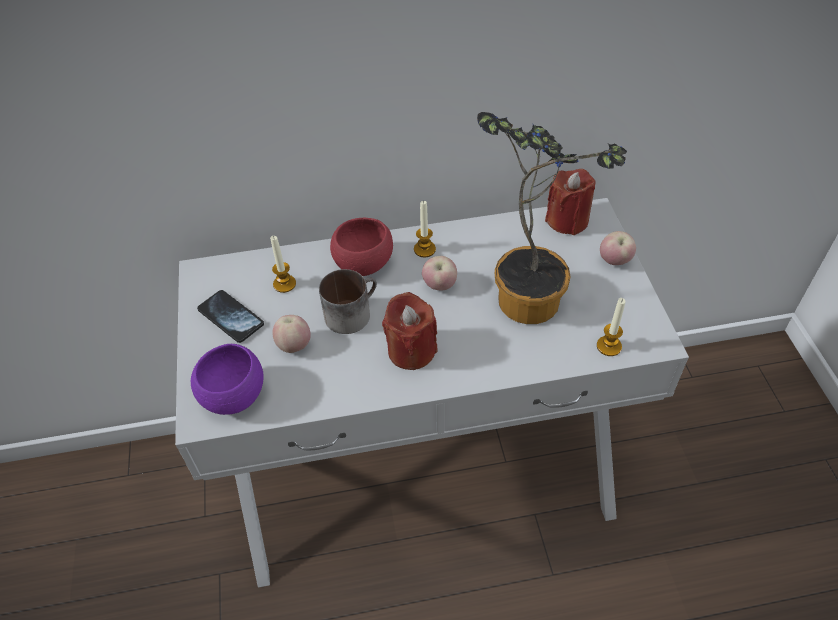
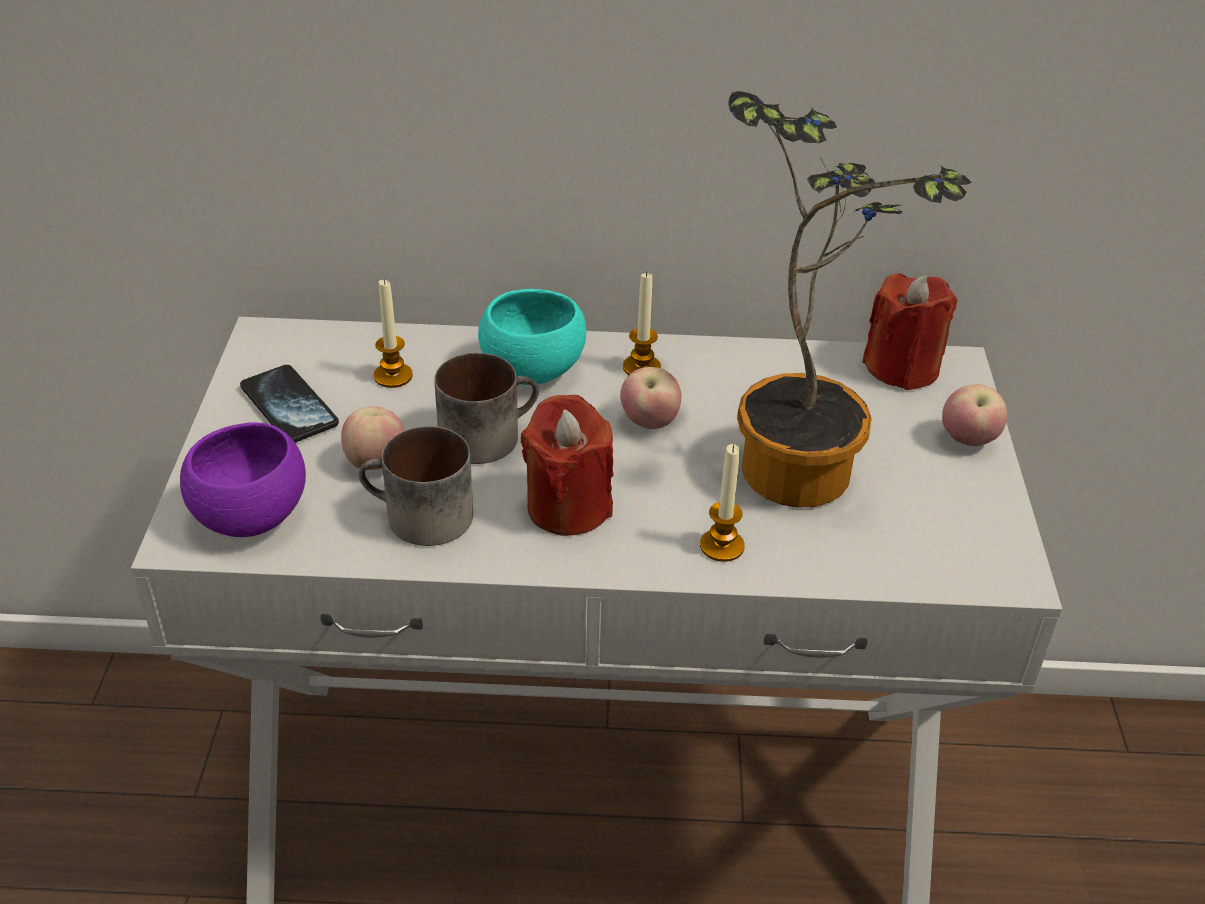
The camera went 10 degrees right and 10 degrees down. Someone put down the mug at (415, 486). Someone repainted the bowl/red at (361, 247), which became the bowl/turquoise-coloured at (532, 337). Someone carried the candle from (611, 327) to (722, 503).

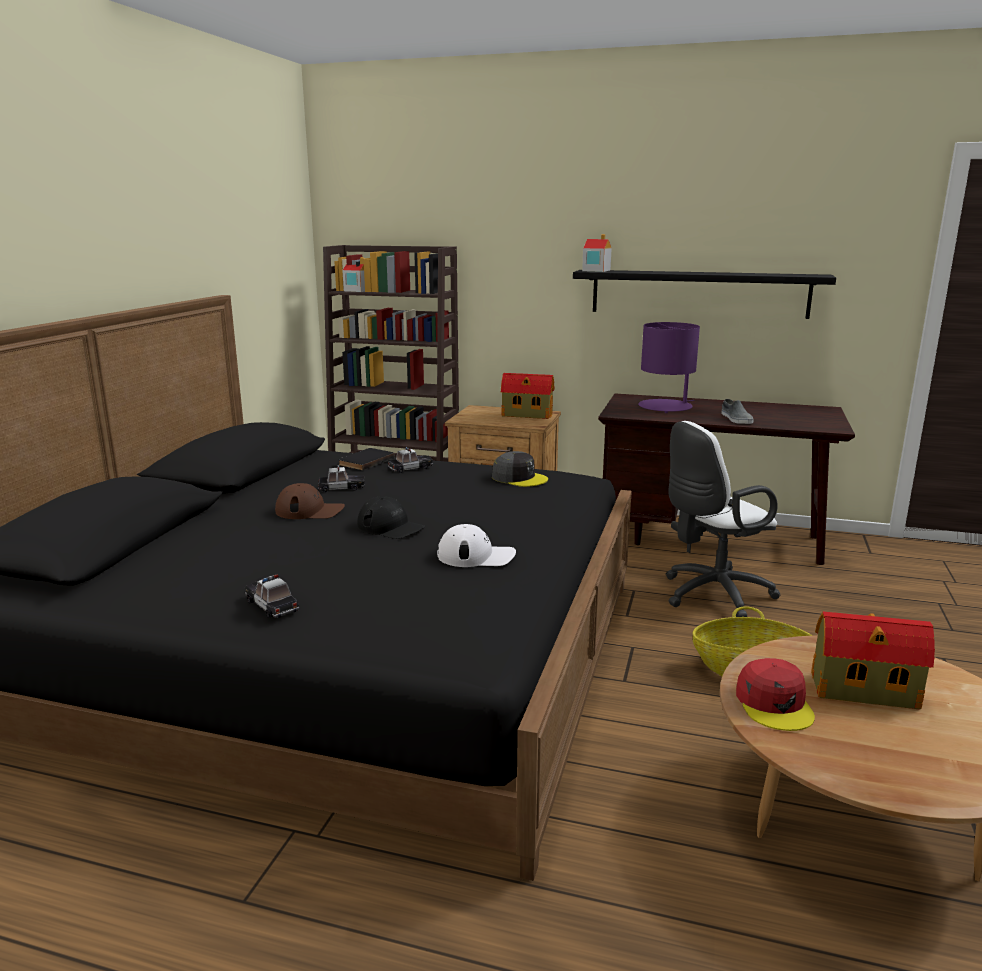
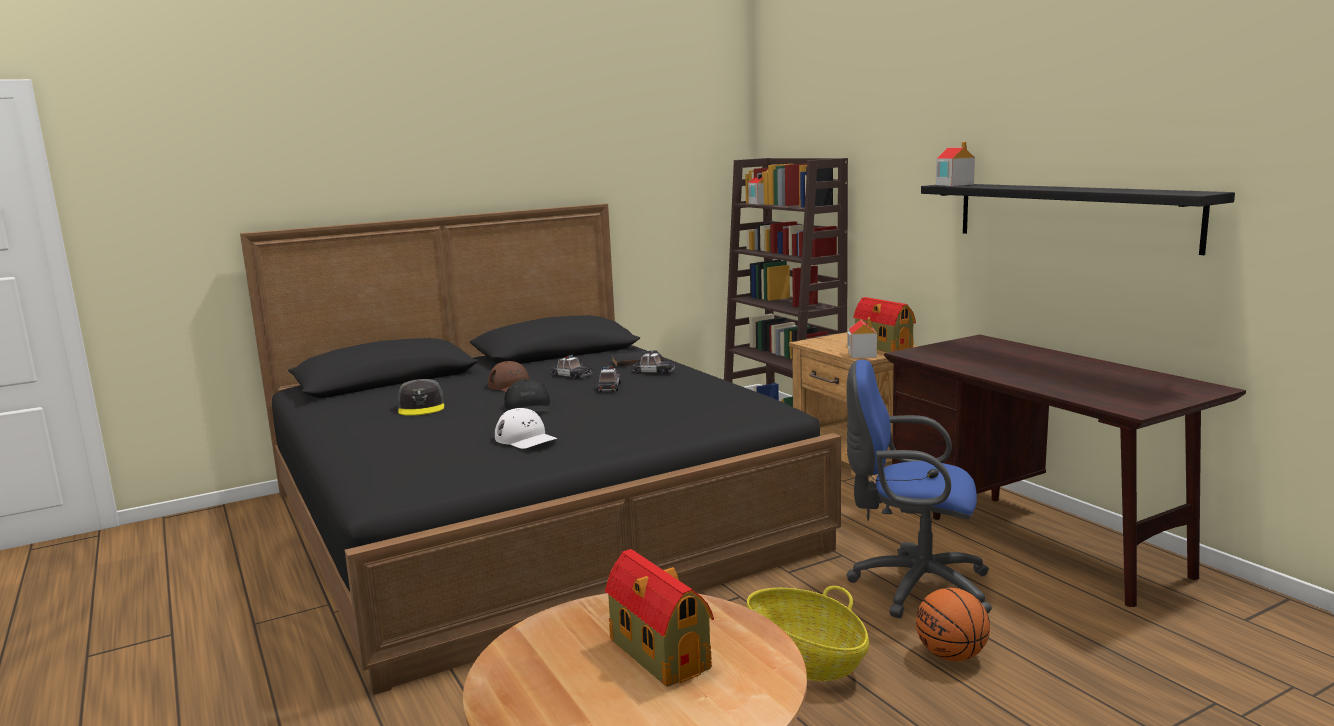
The camera went 45 degrees right and 5 degrees down. Someone carried the cap/gray from (520, 469) to (421, 397). Someone carried the toy car from (272, 596) to (609, 379). Someone put down the miniature house at (862, 337). Someone repainted the office chair/whitish at (723, 519), which became the office chair/bluish at (919, 489). Someone put down the basketball ball at (953, 624). Someone took away the tabletop lamp/purple at (669, 367). Someone took away the item of footwear/gray at (737, 411). Someone took away the cap/red at (775, 694).

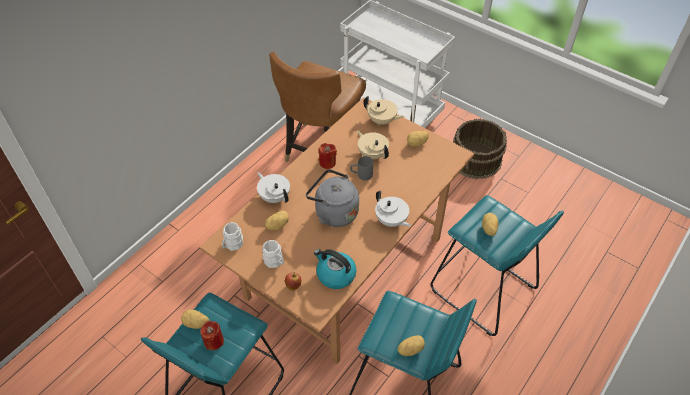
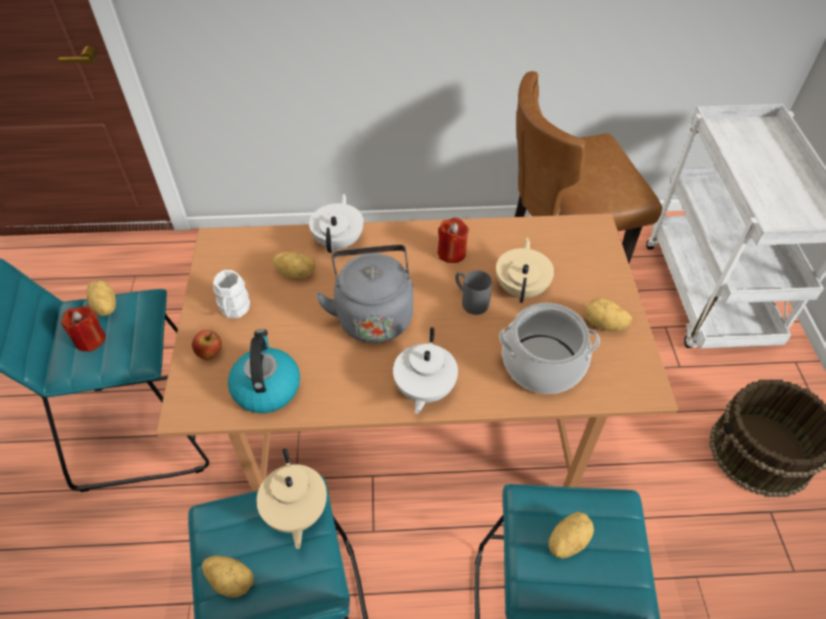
The camera went 50 degrees right and 0 degrees up. Someone carried the pot for tea/beige-coloured from (383, 111) to (292, 498). Someone put down the stockpot at (549, 348). Someone took away the mug/whitish at (232, 236).

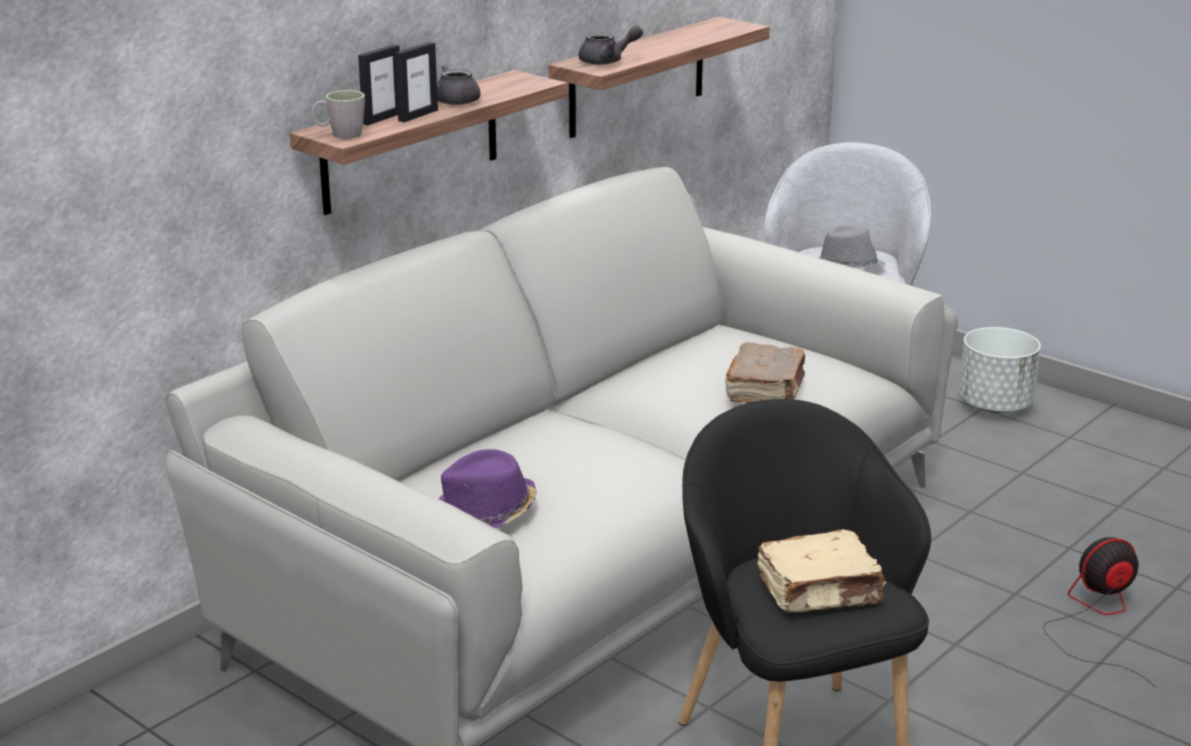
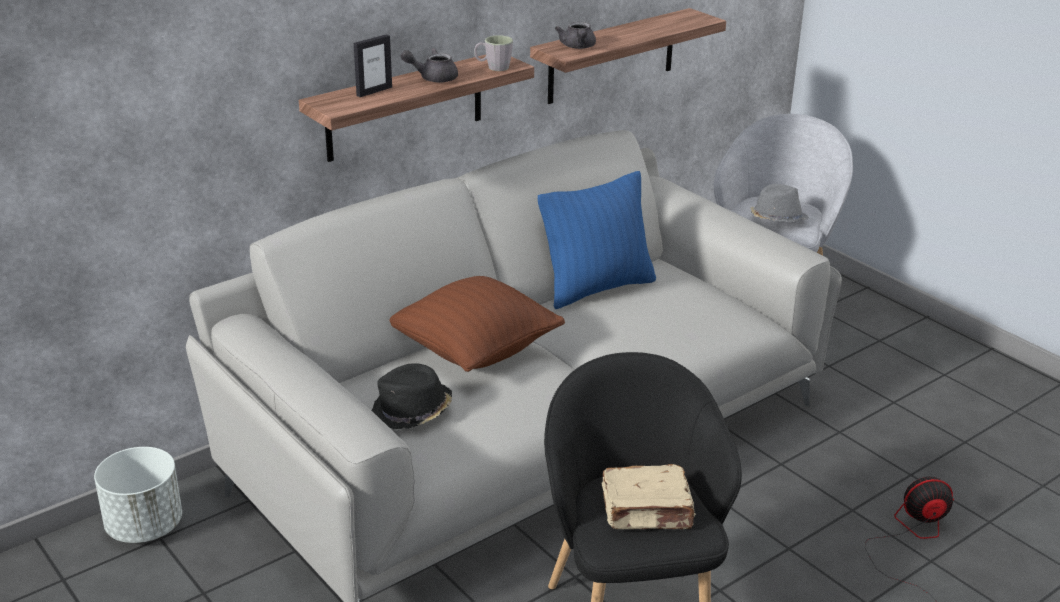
The camera went 10 degrees right and 5 degrees up. Someone carried the plant pot/whitish from (999, 370) to (138, 495). Someone repainted the wearable hat/purple at (488, 488), which became the wearable hat/black at (411, 396). Someone put down the throw pillow/brown-coloured at (477, 324). Someone carried the mug/gray from (338, 114) to (493, 53). Someone put down the throw pillow/bluish at (597, 240). Someone rotated the pot for tea/gray at (611, 45) by 90 degrees clockwise. Someone took away the picture frame at (416, 82). Someone took away the book/brown-coloured at (765, 372).

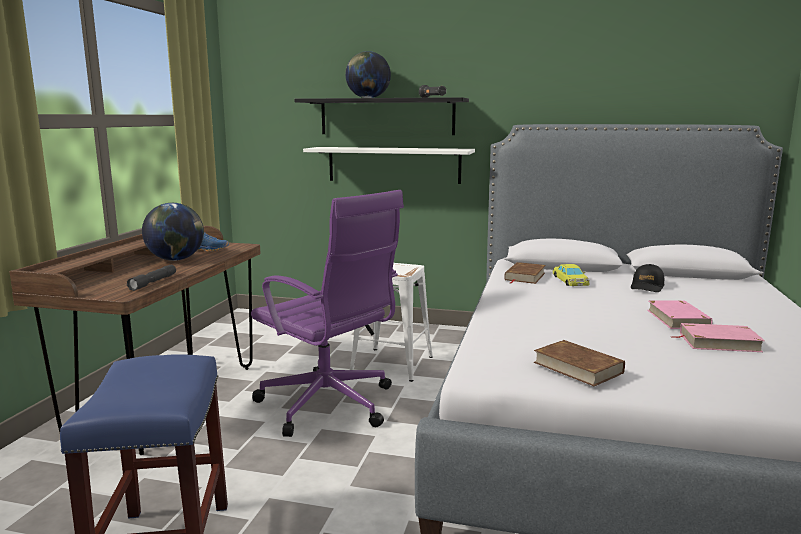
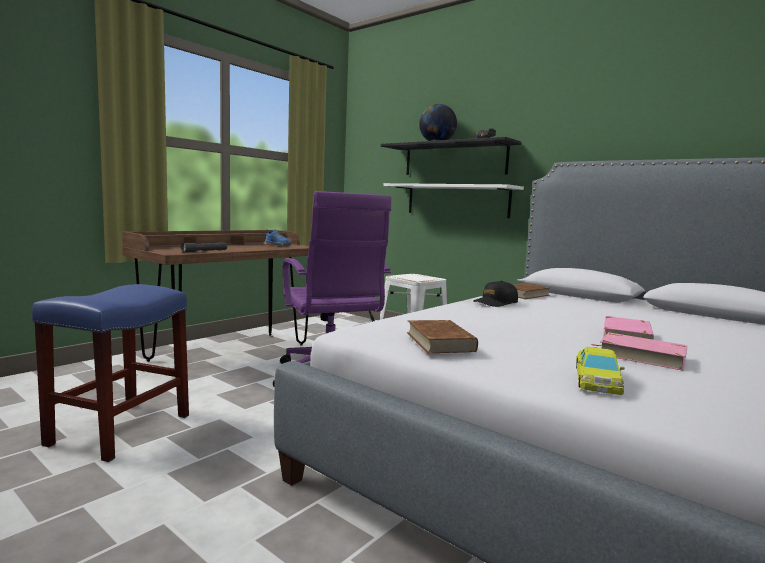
The camera went 25 degrees right and 5 degrees down. Someone carried the cap/black from (647, 278) to (495, 294). Someone carried the toy car/yellow from (571, 275) to (600, 371). Someone took away the world globe at (173, 232).

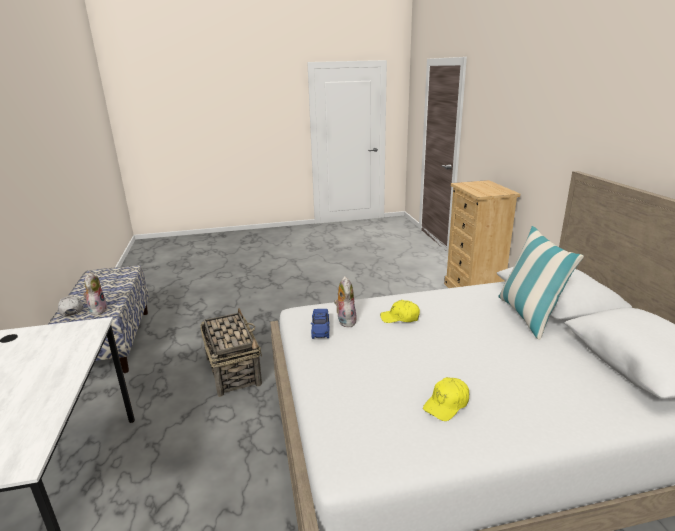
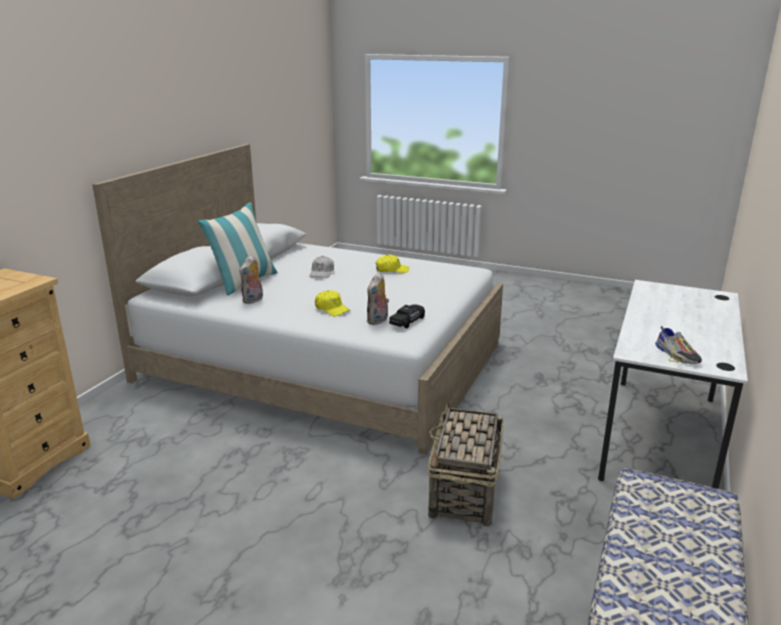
The camera went 145 degrees left and 0 degrees up. Someone carried the plush toy from (95, 294) to (251, 279). Someone carried the cap/whitish from (71, 306) to (322, 267). Someone repainted the toy car/bluish at (320, 324), which became the toy car/black at (407, 316). Someone put down the item of footwear at (678, 345).

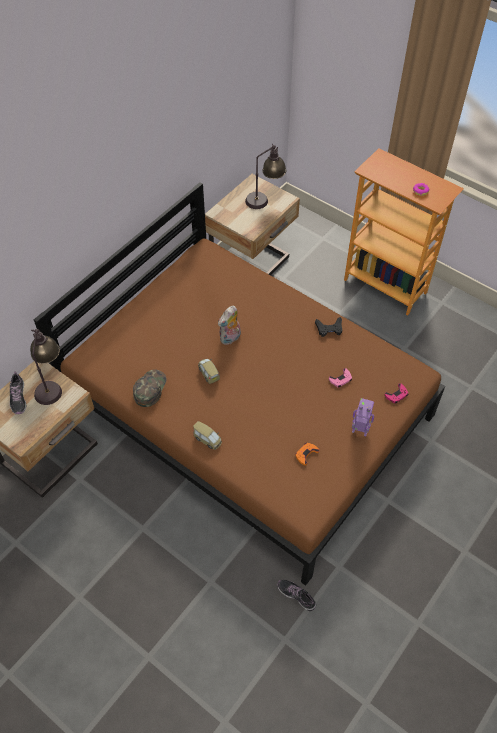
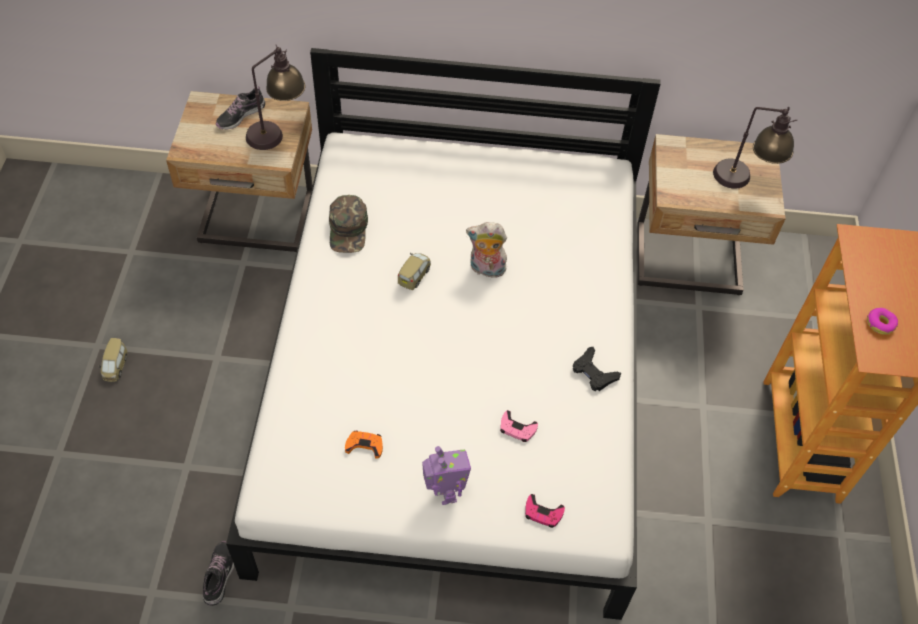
The camera went 55 degrees right and 0 degrees up. Someone carried the toy car from (207, 435) to (112, 360). Someone repainted the bedroom bed/brown-coloured at (239, 384), which became the bedroom bed/whitish at (443, 334). Someone rotated the cap/green at (150, 388) by 105 degrees clockwise.

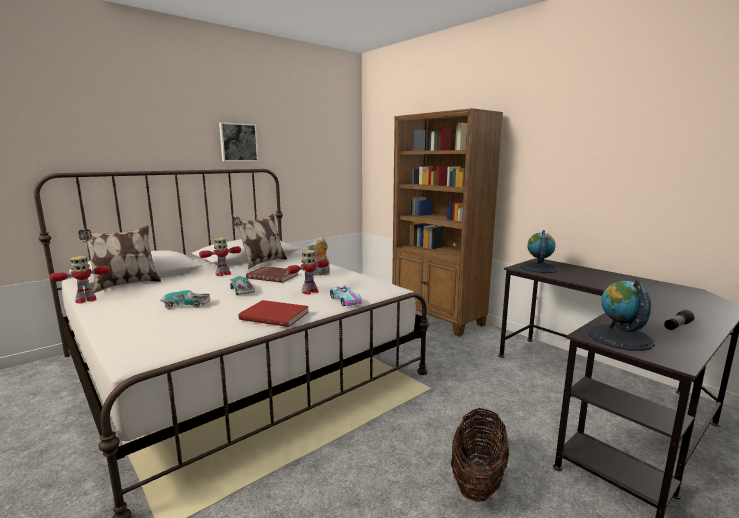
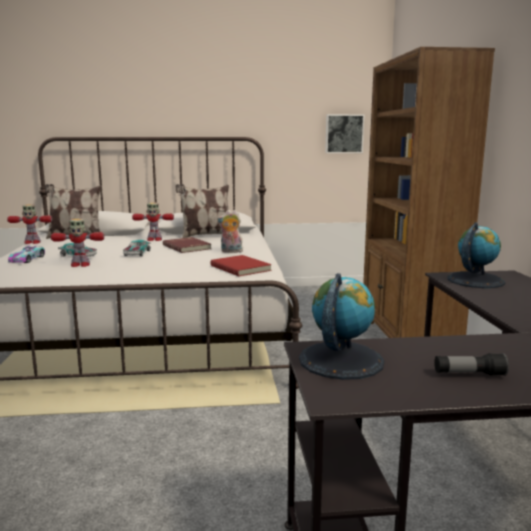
The camera went 35 degrees right and 0 degrees up. Someone carried the toy car from (346, 295) to (26, 254). Someone carried the toy robot from (307, 272) to (78, 243). Someone carried the book/red from (274, 313) to (241, 265). Someone carried the wall picture from (238, 141) to (344, 133). Someone took away the household basket at (480, 455).

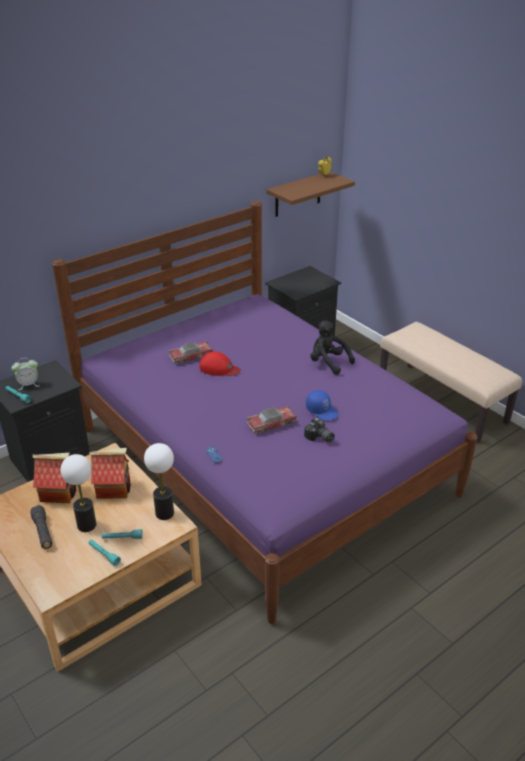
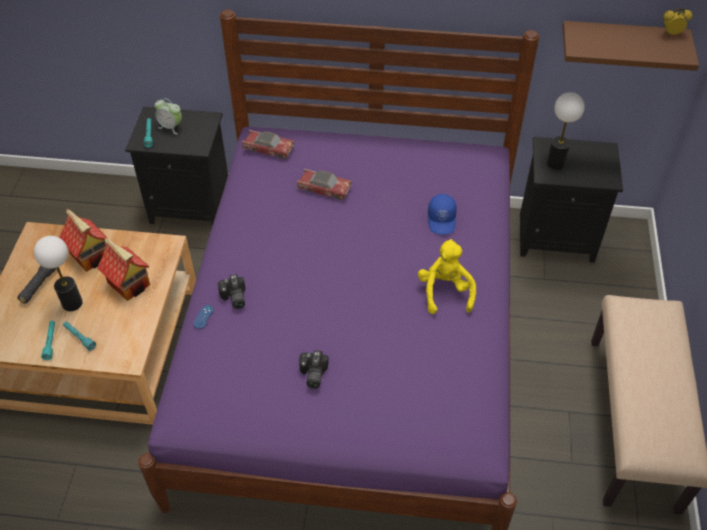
The camera went 45 degrees right and 15 degrees up. Someone put down the still camera at (232, 291). Someone carried the toy car from (272, 420) to (268, 144). Someone repainted the plush toy/black at (332, 347), which became the plush toy/yellow at (447, 276). Someone carried the cap/bluish from (322, 405) to (442, 214). Someone carried the tabletop lamp from (159, 481) to (566, 131). Someone took away the cap/red at (220, 363).

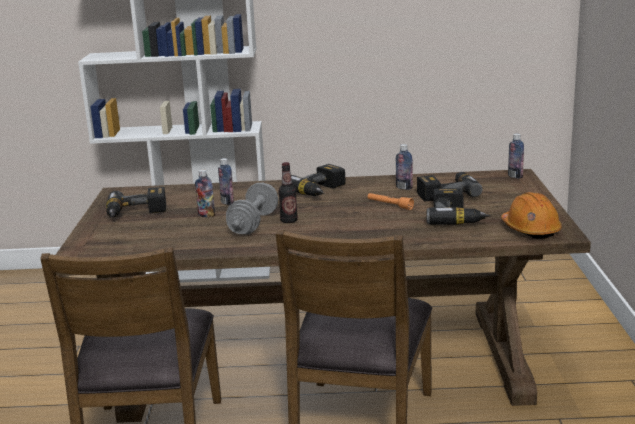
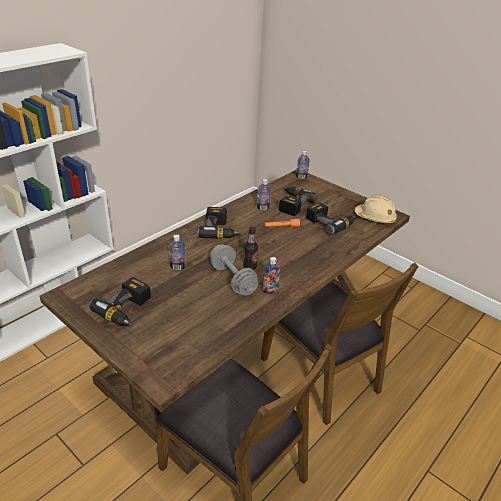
The camera went 50 degrees left and 15 degrees up. Someone carried the beverage bottle from (205, 193) to (271, 275). Someone repainted the safety helmet/orange at (531, 215), which became the safety helmet/beige-coloured at (376, 209).

